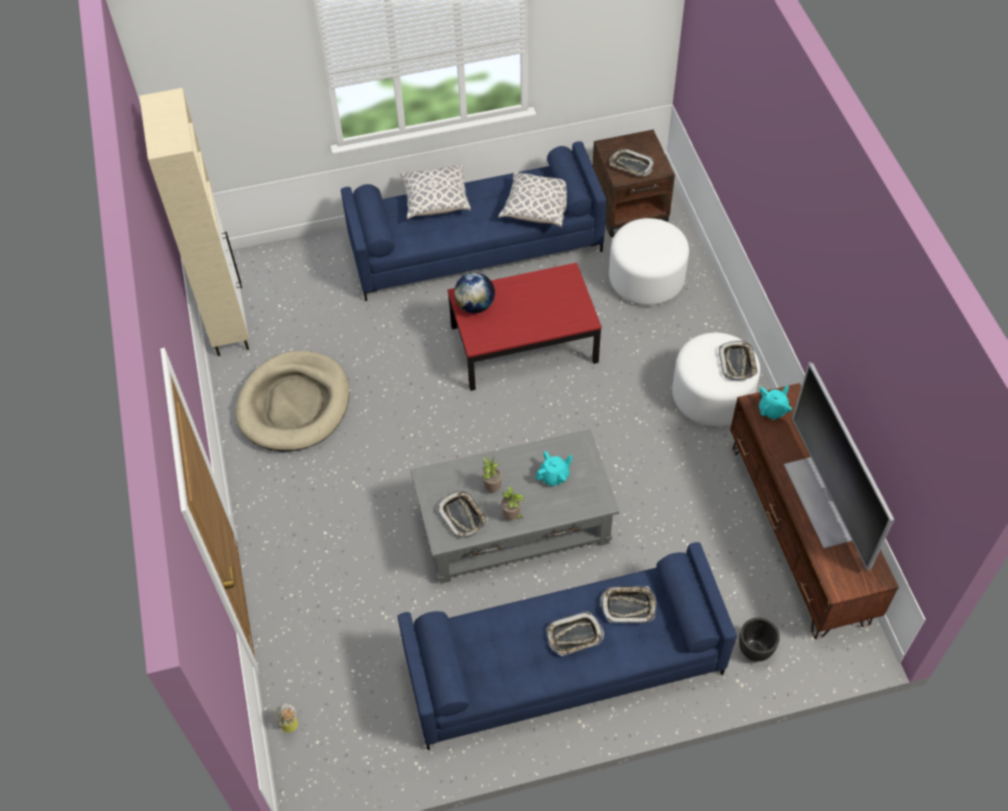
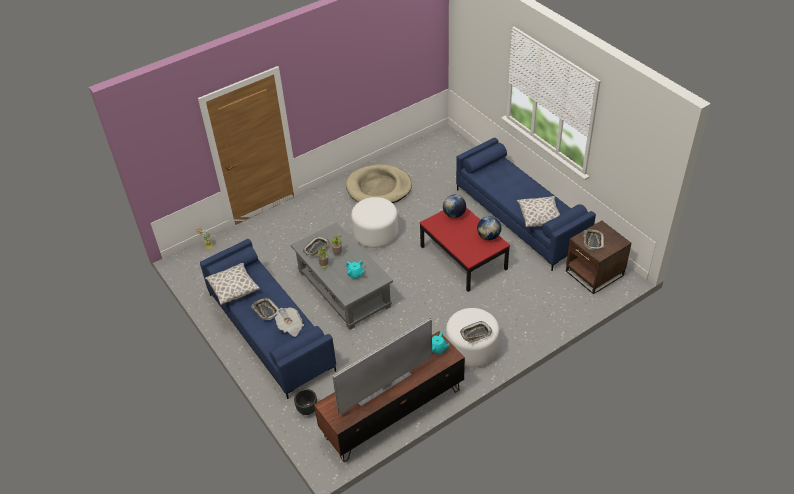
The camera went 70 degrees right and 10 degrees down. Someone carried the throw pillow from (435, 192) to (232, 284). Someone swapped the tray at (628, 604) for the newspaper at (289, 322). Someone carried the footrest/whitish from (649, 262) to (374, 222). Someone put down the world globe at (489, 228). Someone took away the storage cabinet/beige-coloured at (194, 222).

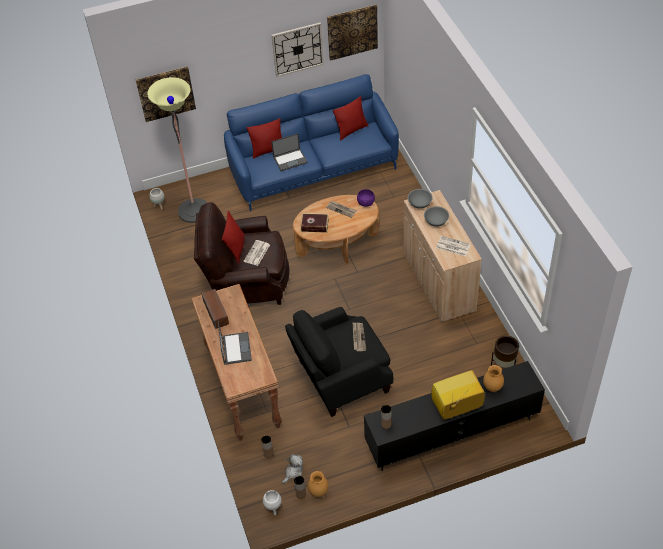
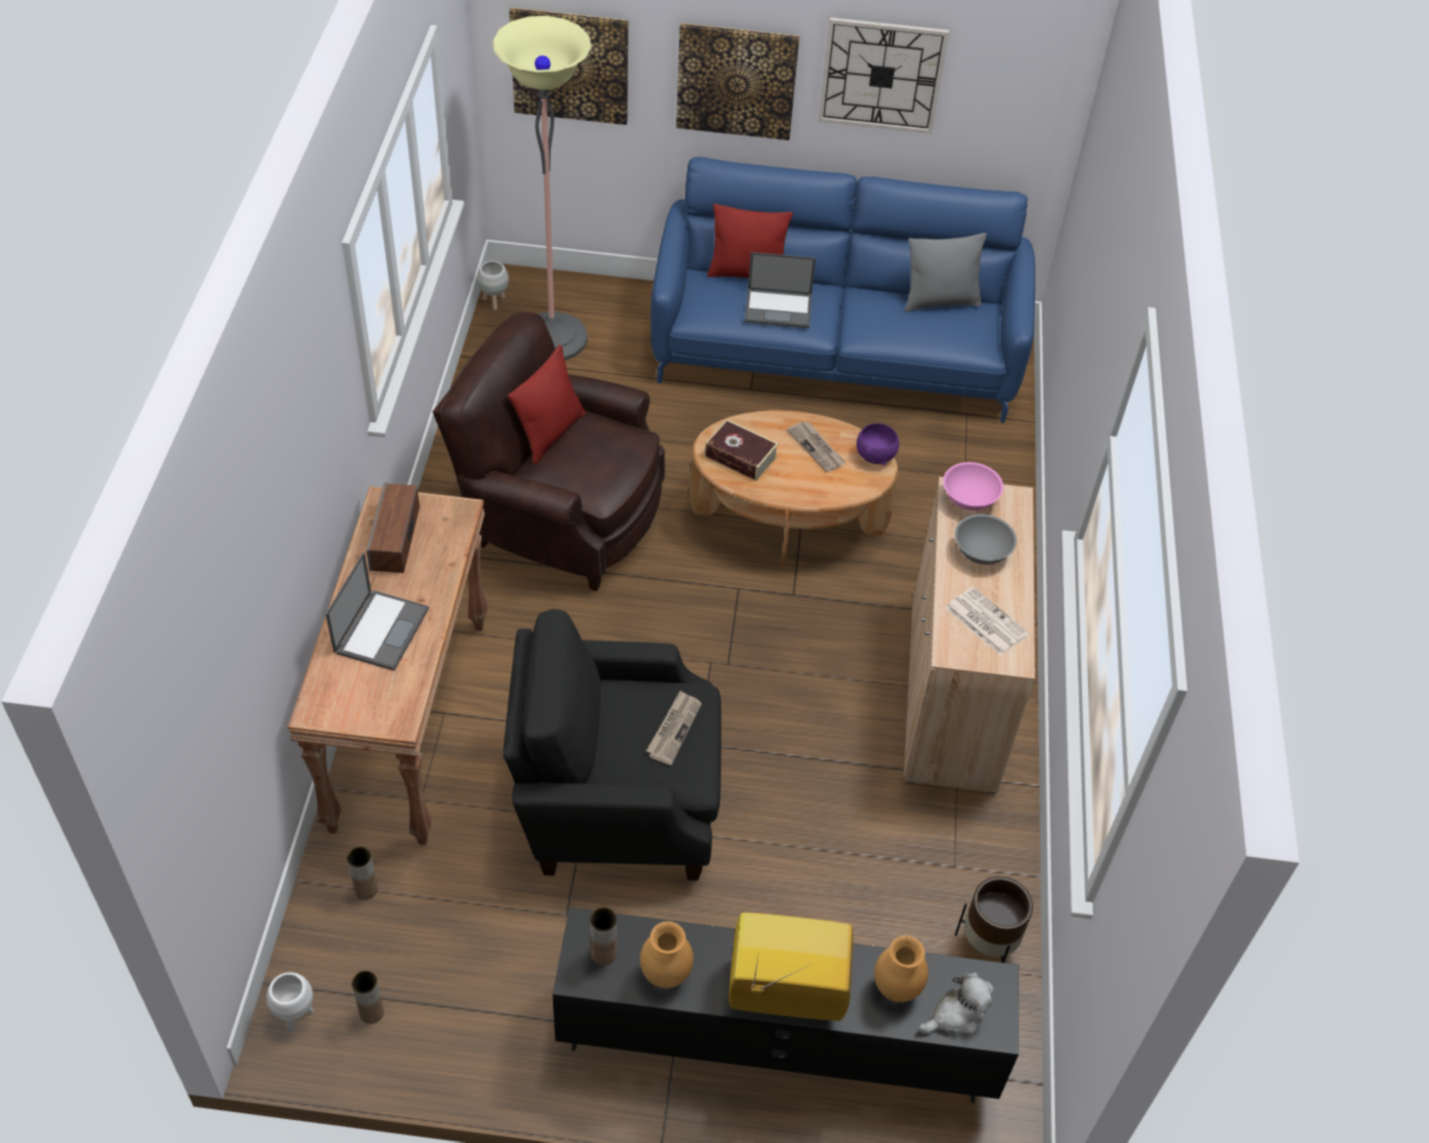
The camera went 20 degrees right and 0 degrees up. Someone carried the vase/brown-coloured from (318, 484) to (666, 954). Someone carried the wall picture from (352, 32) to (737, 81). Someone repainted the throw pillow/red at (350, 118), which became the throw pillow/gray at (945, 272). Someone carried the plush toy from (292, 468) to (956, 1003). Someone repainted the bowl/gray at (420, 199), which became the bowl/pink at (973, 486). Someone took away the newspaper at (257, 253).

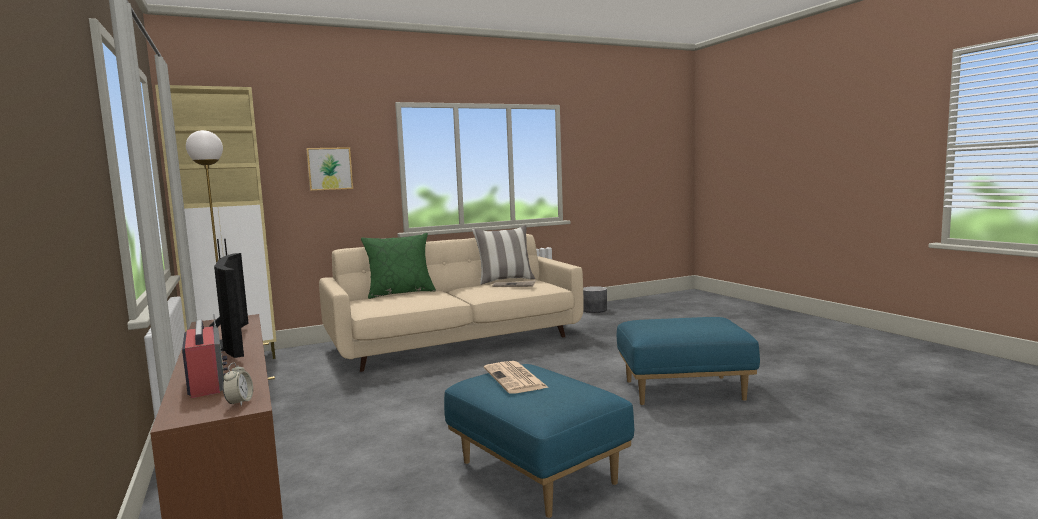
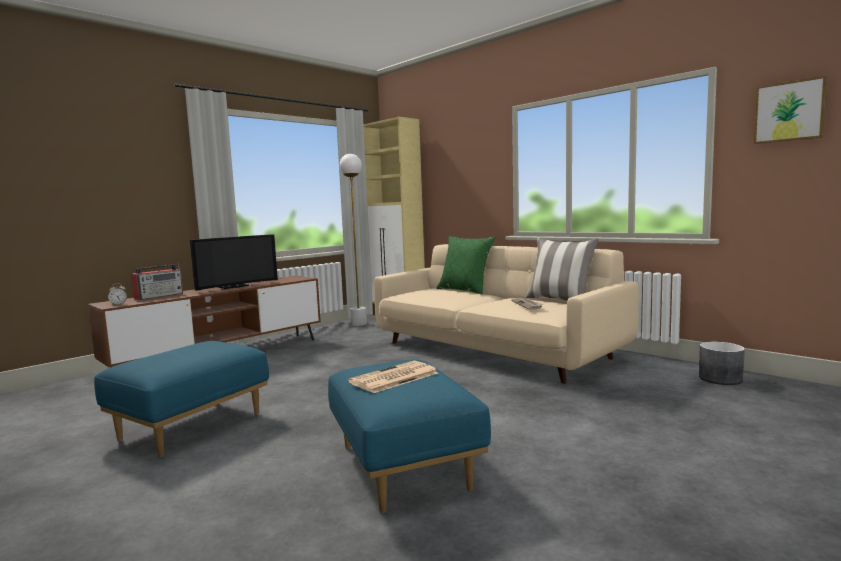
The camera went 70 degrees right and 0 degrees up. Someone carried the newspaper from (516, 377) to (393, 377). Someone carried the wall picture from (329, 169) to (790, 110).

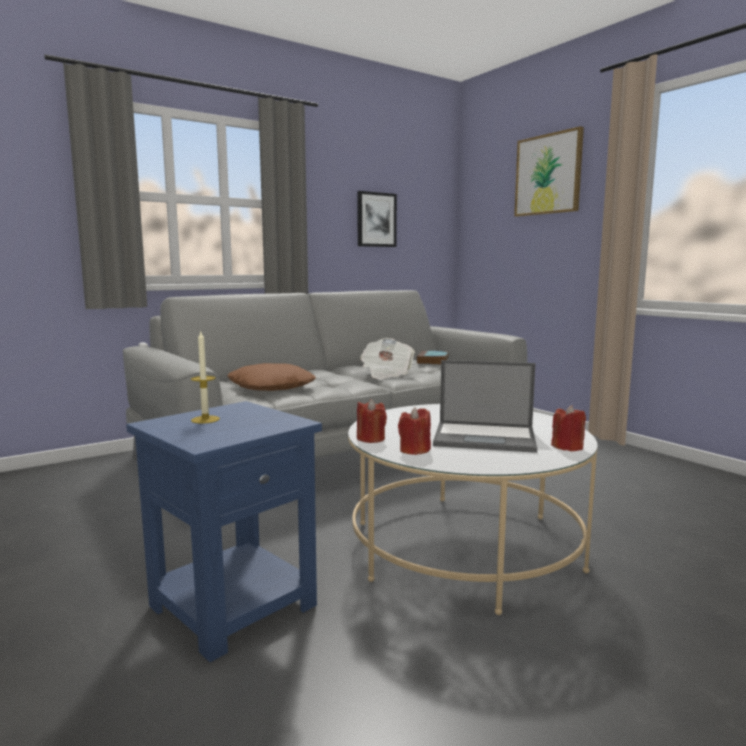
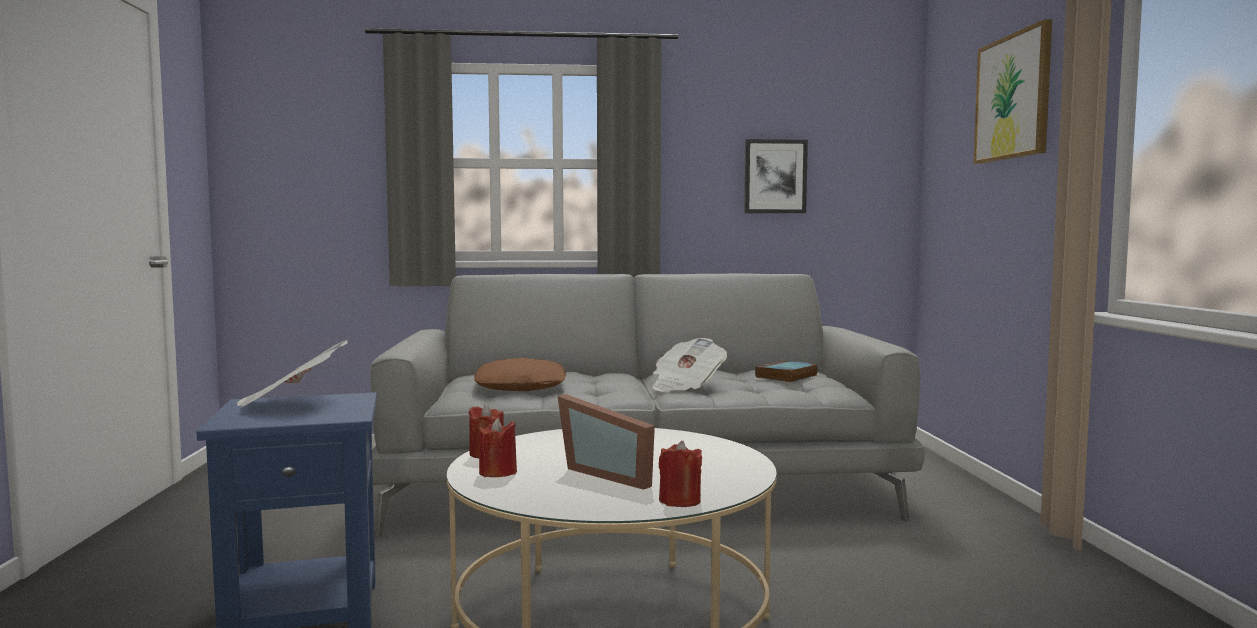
The camera went 30 degrees right and 5 degrees down. Someone swapped the candle at (205, 377) for the newspaper at (292, 373). Someone swapped the notebook computer at (485, 406) for the picture frame at (606, 442).

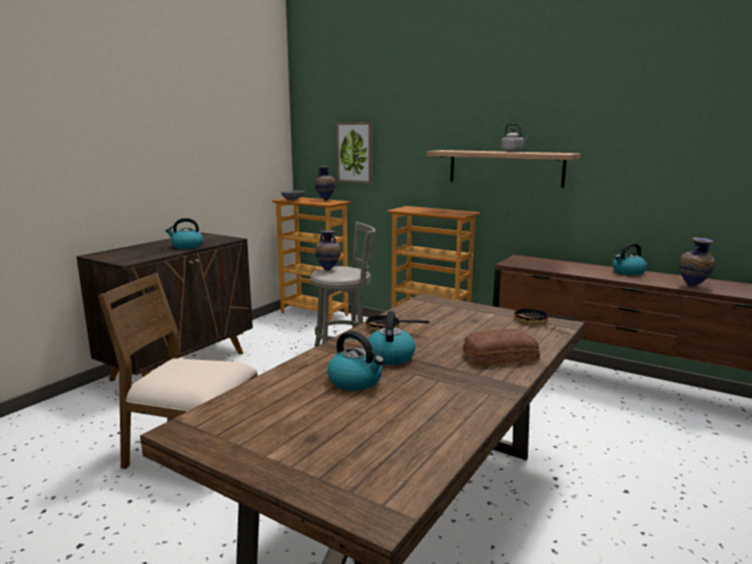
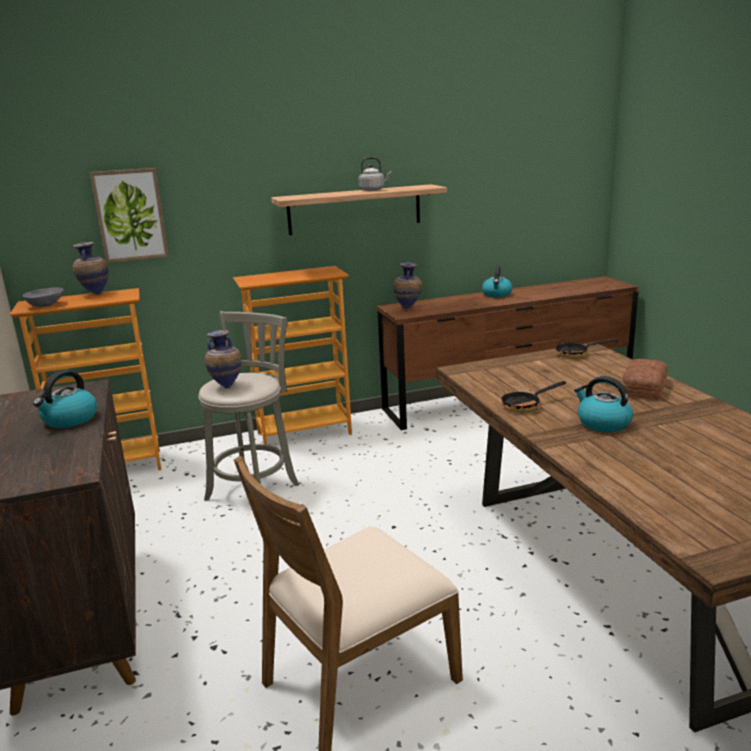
The camera went 50 degrees left and 5 degrees up. Someone carried the vase from (697, 262) to (407, 285). Someone took away the kettle at (355, 361).

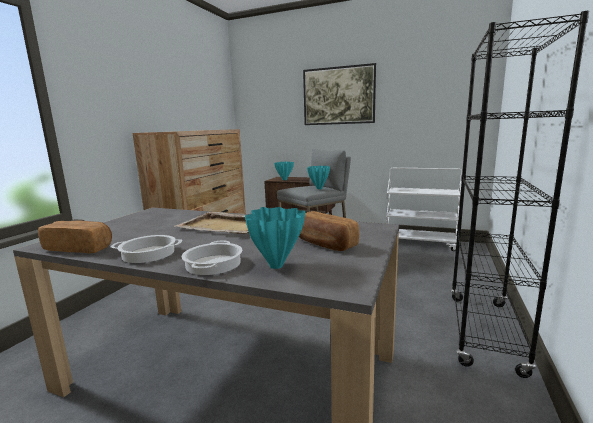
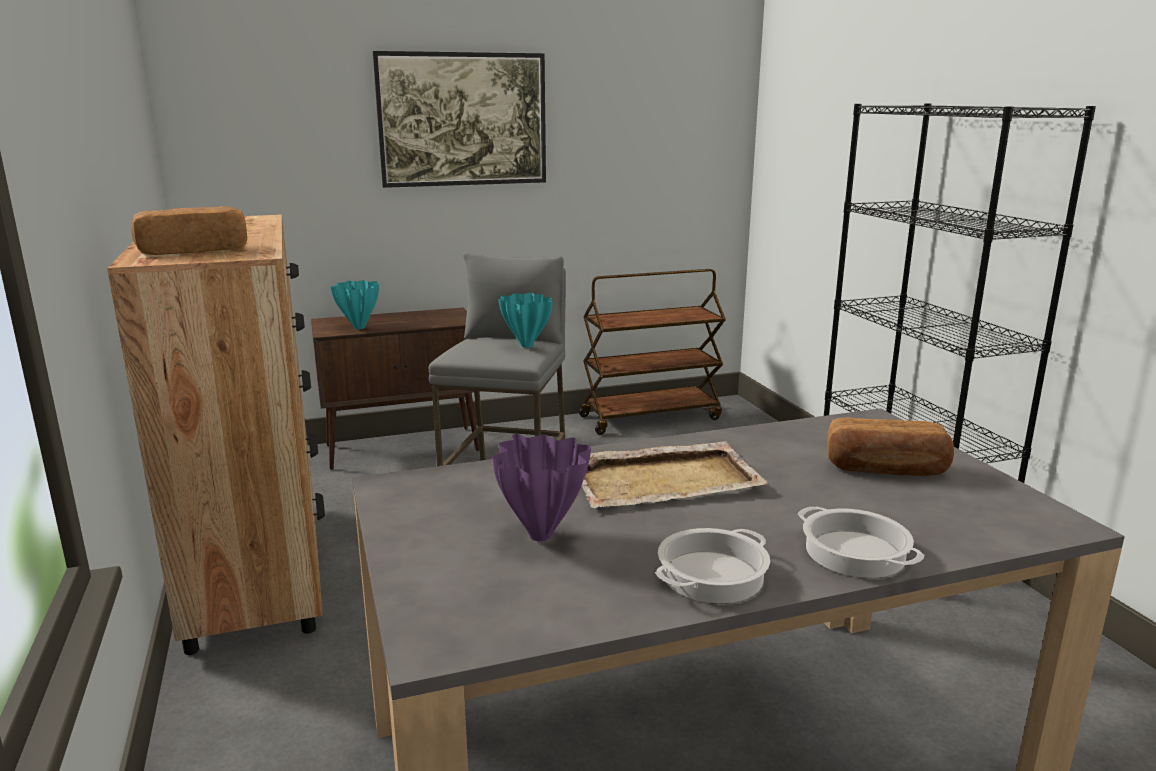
The camera went 40 degrees left and 5 degrees up. Someone carried the bread from (75, 237) to (189, 230). Someone put down the vase/purple at (541, 487). Someone repainted the trolley/whitish at (424, 209), which became the trolley/brown-coloured at (652, 352). Someone took away the vase/turquoise-coloured at (275, 238).

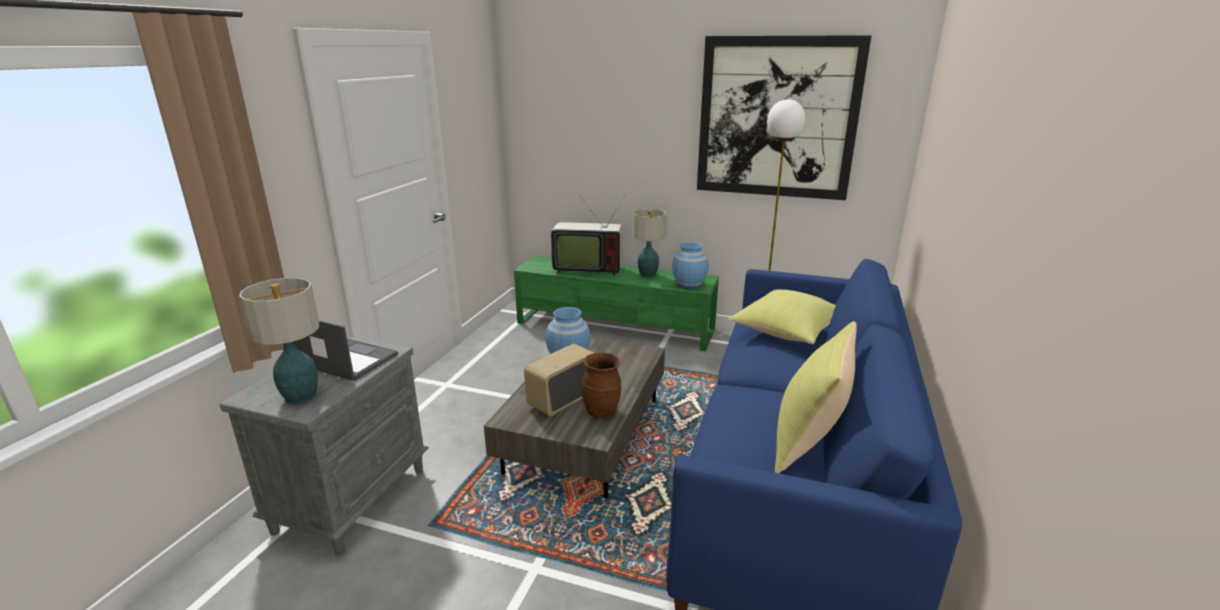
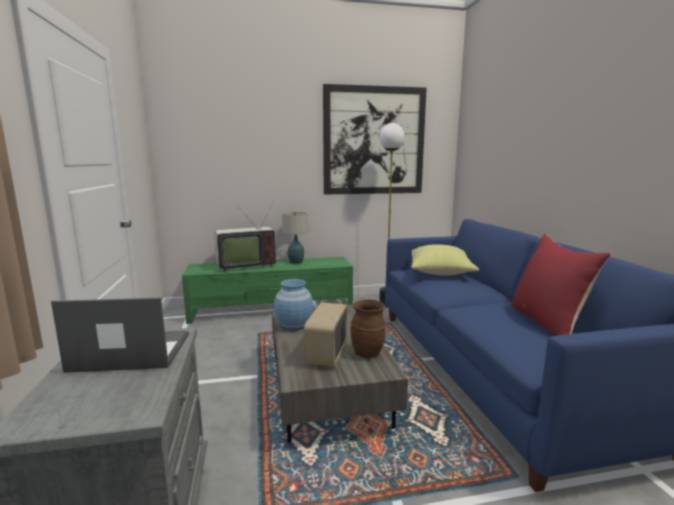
The camera went 30 degrees left and 10 degrees down. Someone repainted the throw pillow/yellow at (816, 397), which became the throw pillow/red at (560, 285). Someone took away the tabletop lamp at (279, 341). Someone took away the vase/bluish at (690, 265).

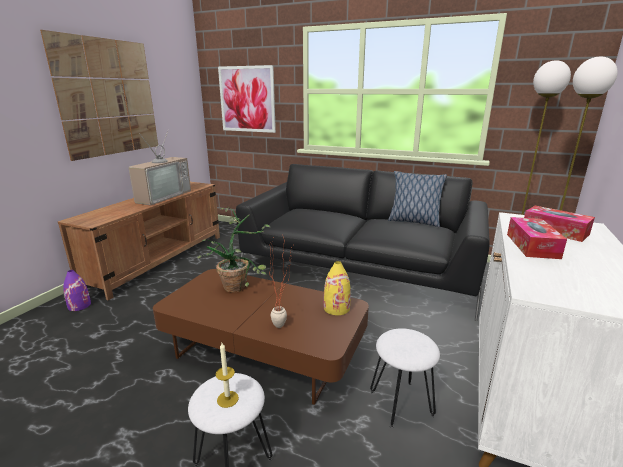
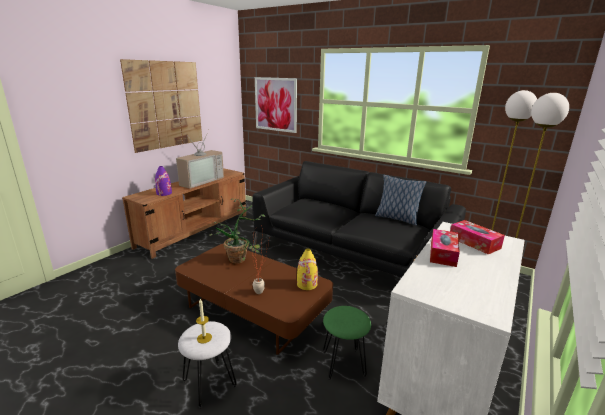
The camera went 10 degrees right and 0 degrees up. Someone carried the vase/purple from (77, 290) to (163, 181). Someone repainted the stool/whitish at (405, 378), which became the stool/green at (347, 343).

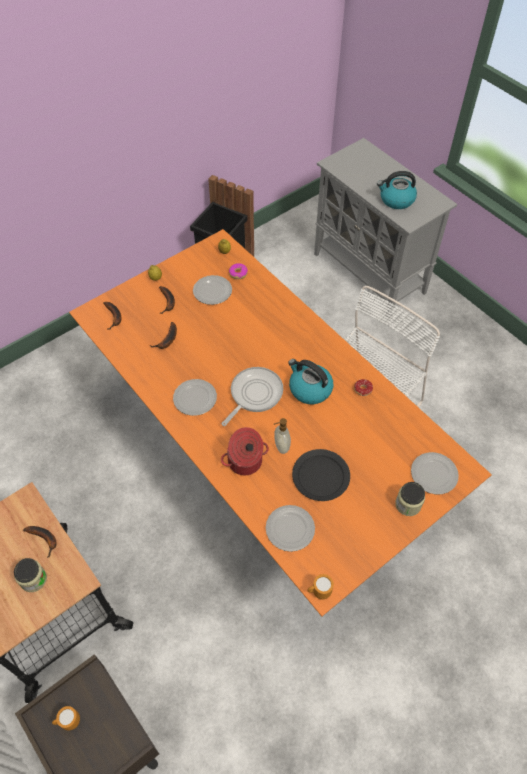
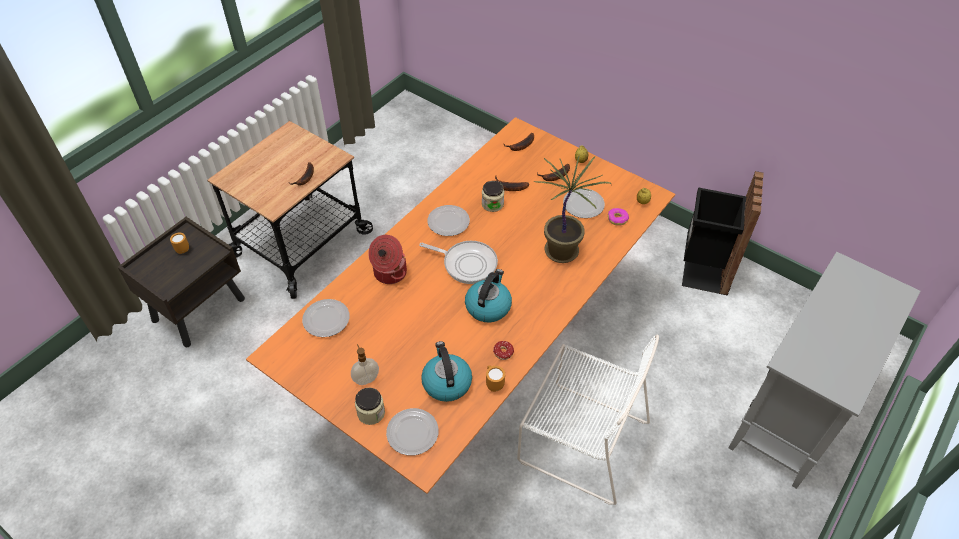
The camera went 75 degrees right and 5 degrees down. Someone carried the soap dispenser from (282, 436) to (365, 364). Someone carried the kettle from (397, 190) to (446, 371). Someone carried the preserve jar from (30, 575) to (493, 196). Someone carried the mug/orange from (320, 587) to (495, 378). Someone put down the houseplant at (572, 209). Someone took away the plate/black at (321, 475).

